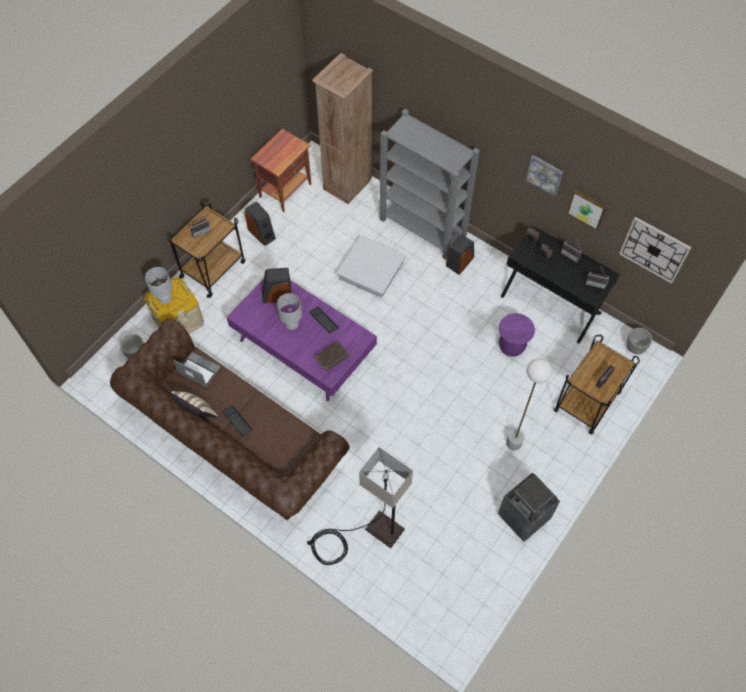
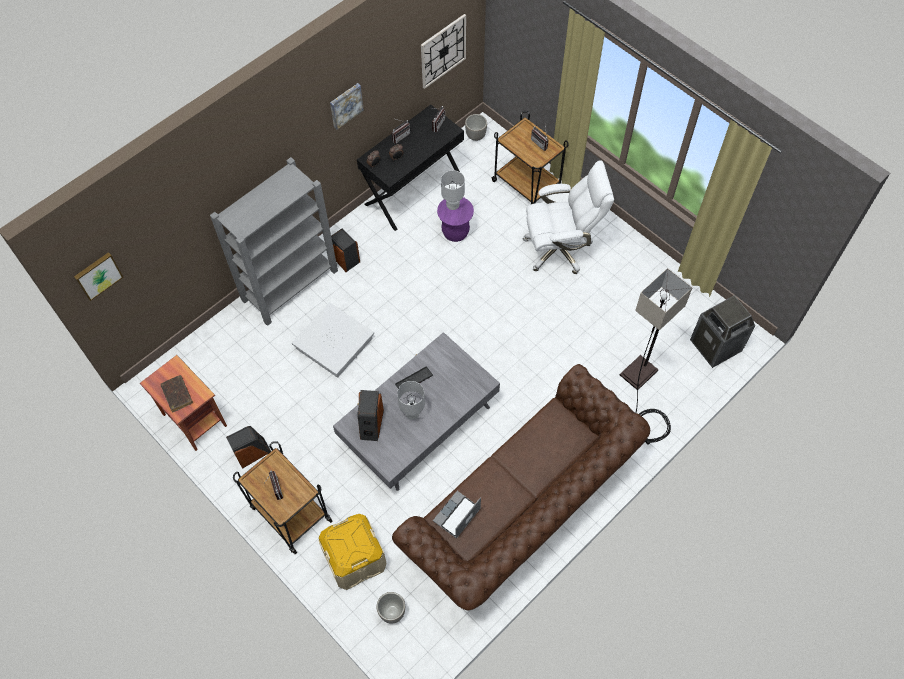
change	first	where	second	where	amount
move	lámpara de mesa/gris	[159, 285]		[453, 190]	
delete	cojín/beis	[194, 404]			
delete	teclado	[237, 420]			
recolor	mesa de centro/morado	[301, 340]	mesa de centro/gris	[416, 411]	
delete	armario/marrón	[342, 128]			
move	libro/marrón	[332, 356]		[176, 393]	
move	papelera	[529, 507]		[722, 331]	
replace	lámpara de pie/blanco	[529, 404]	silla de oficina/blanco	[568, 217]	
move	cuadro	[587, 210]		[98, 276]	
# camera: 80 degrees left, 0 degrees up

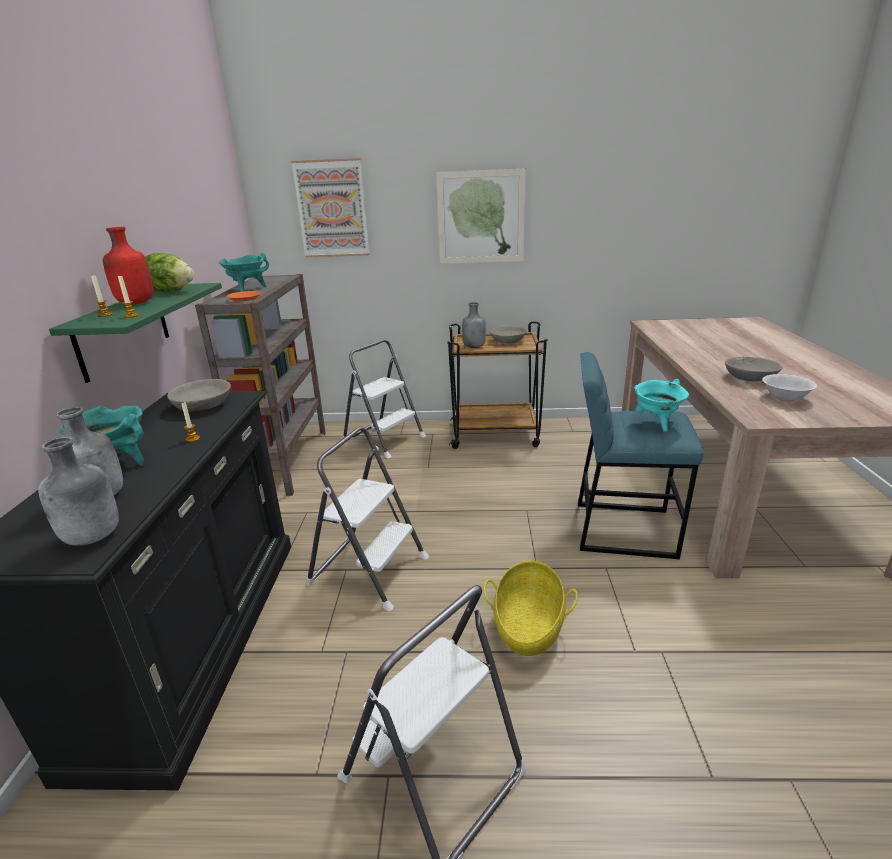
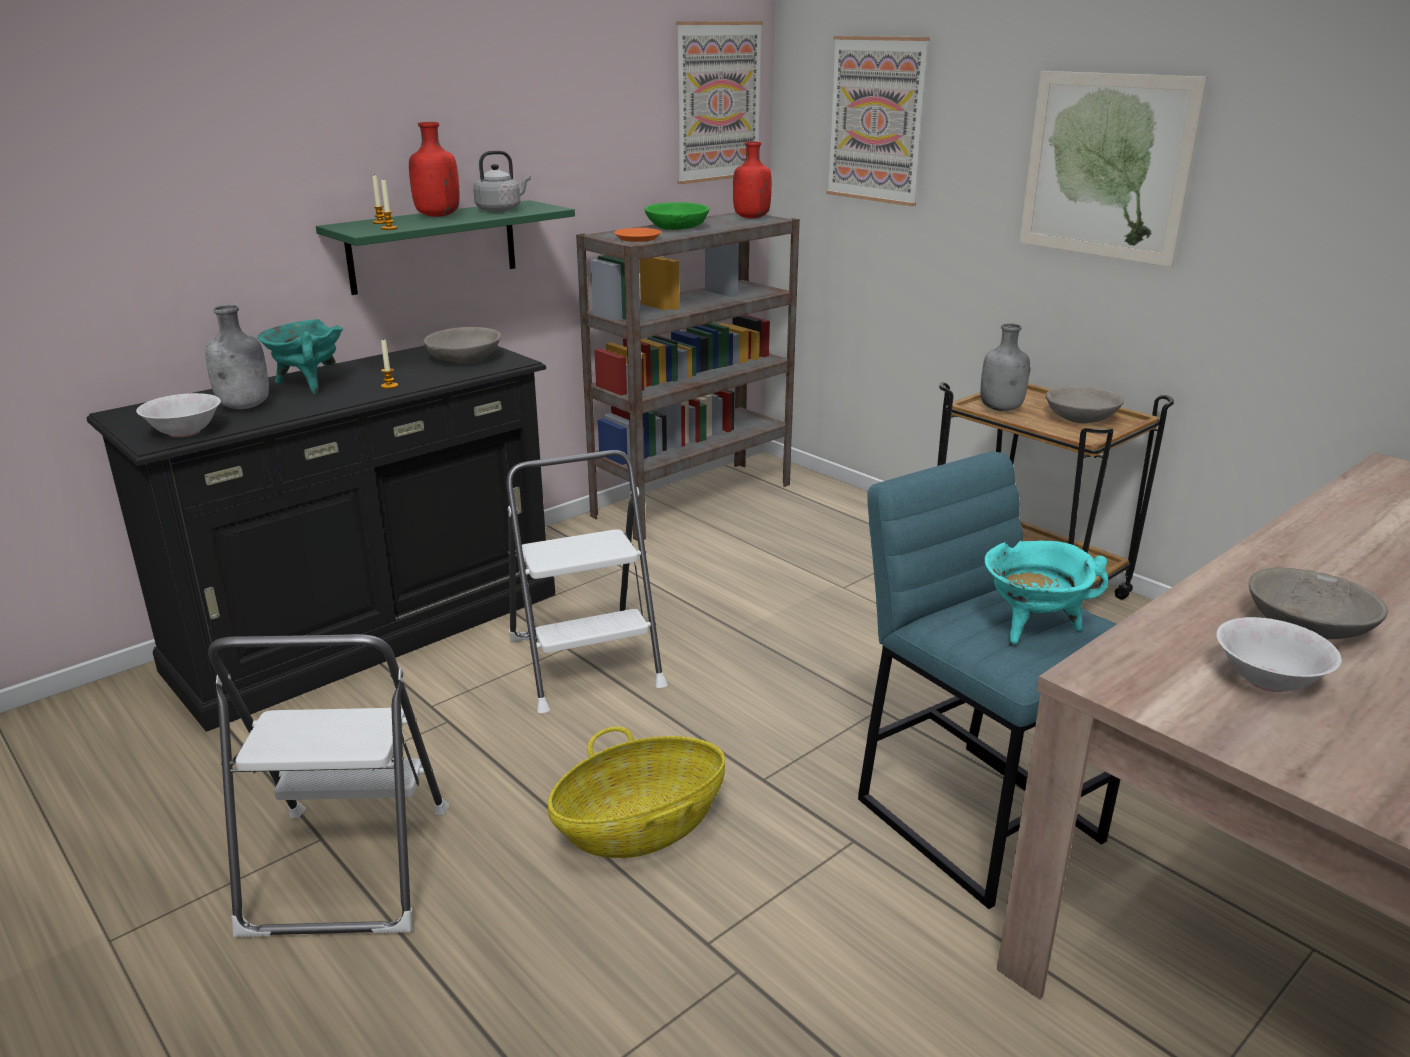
change	first	where	second	where	amount
replace	botella/gris	[78, 491]	cuenco/blanco	[178, 415]	
replace	lechuga	[169, 272]	hervidor/gris	[502, 181]	
replace	olla/turquesa	[244, 272]	cuenco/verde	[677, 216]	
delete	escalera de tijera/blanco	[384, 398]			
insert			cuadro	[719, 102]	
insert			botella/rojo	[752, 180]	
# camera: 45 degrees right, 0 degrees up

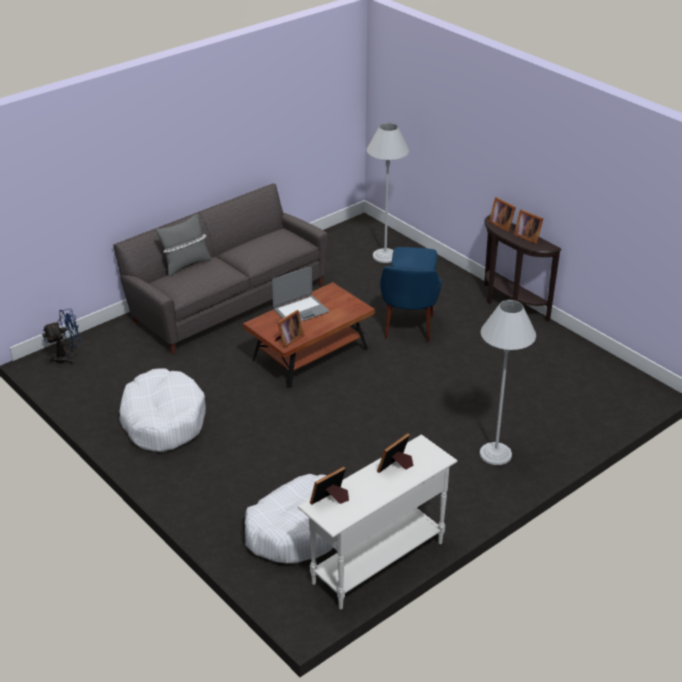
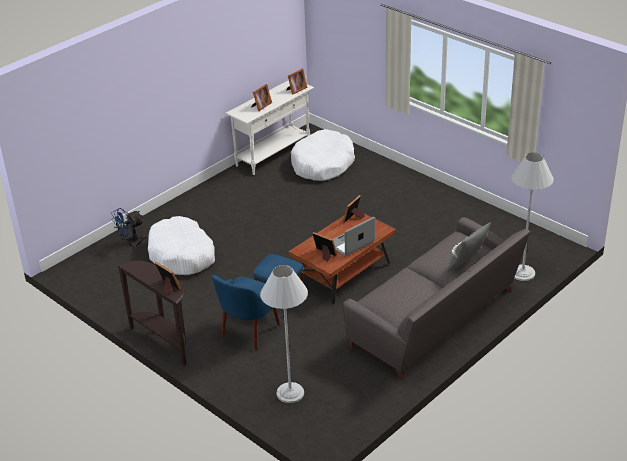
change	first	where	second	where	amount
move	ventilador/azul	[62, 336]		[129, 229]	
move	cama para perro/blanco	[162, 410]		[181, 245]	
rotate	sillón/azul	[411, 294]		[257, 302]	150 degrees counterclockwise
move	lámpara de pie/blanco	[508, 382]		[532, 217]	
move	portarretratos	[528, 227]		[324, 247]	
# camera: 175 degrees right, 0 degrees up

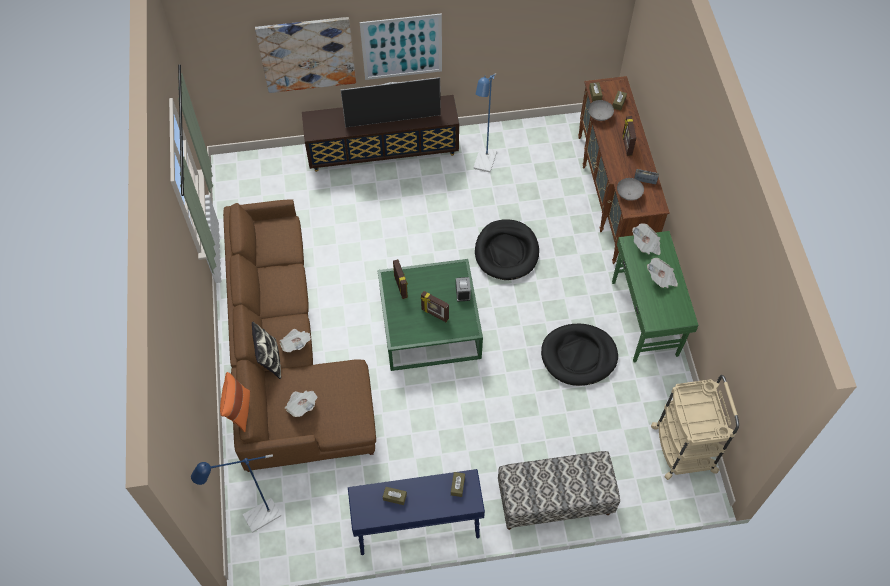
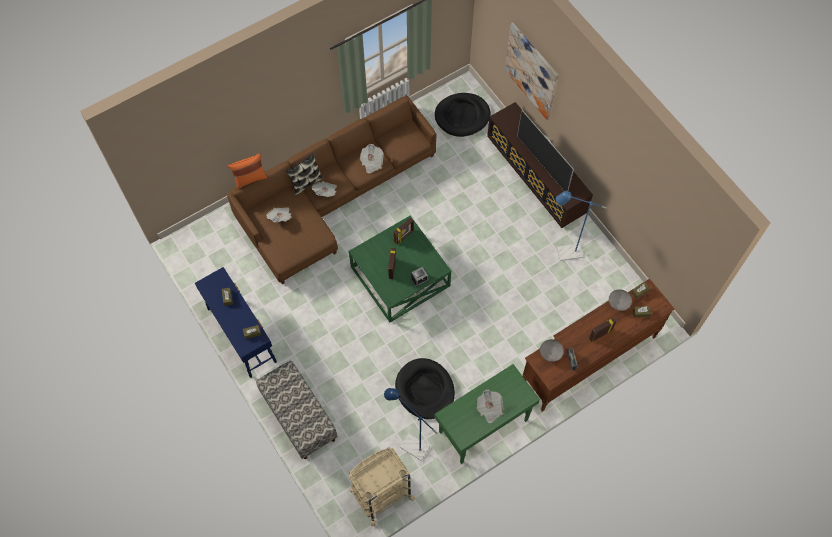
change	first	where	second	where	amount
move	lámpara de pie/azul	[236, 493]		[411, 424]	
delete	cuadro	[401, 46]			
move	cama para perro/negro	[507, 249]		[463, 115]	
move	periódico	[646, 239]		[372, 158]	
# camera: 65 degrees right, 5 degrees up

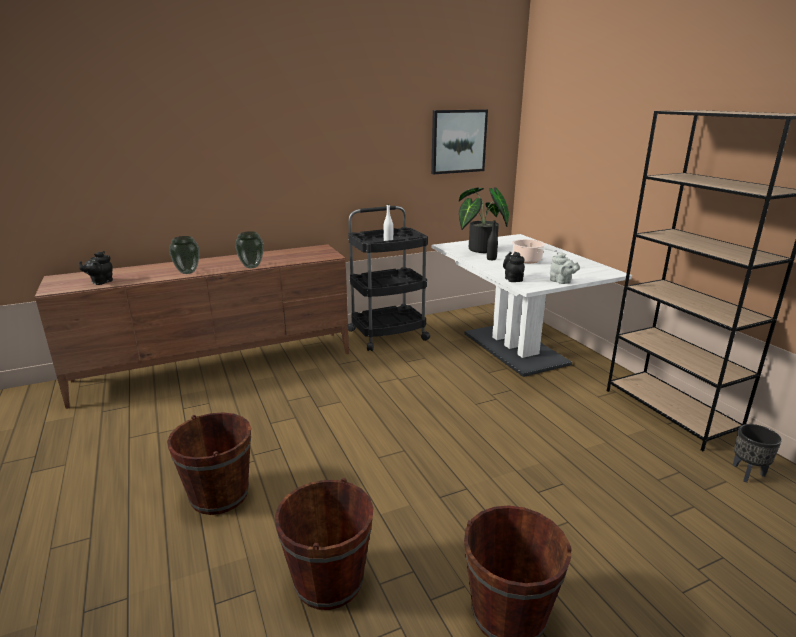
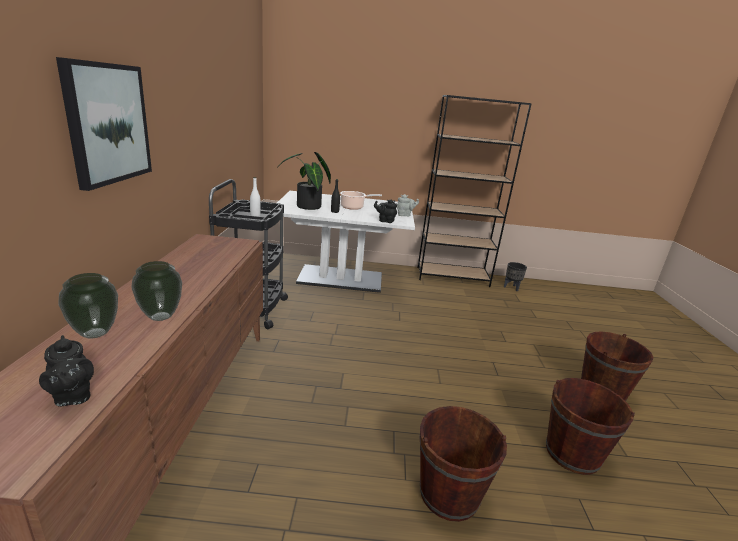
change	first	where	second	where	amount
move	florero	[249, 249]		[88, 305]	
move	cuadro	[459, 141]		[104, 124]	
# camera: 65 degrees left, 0 degrees up

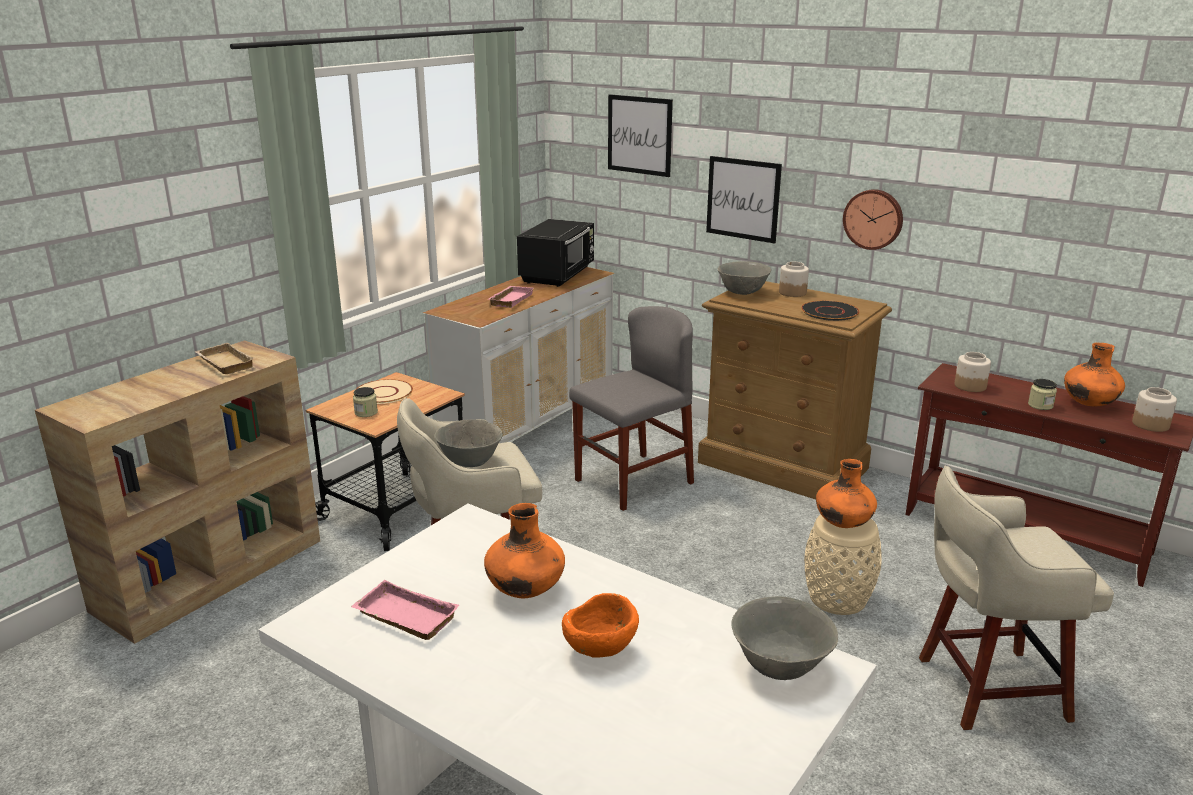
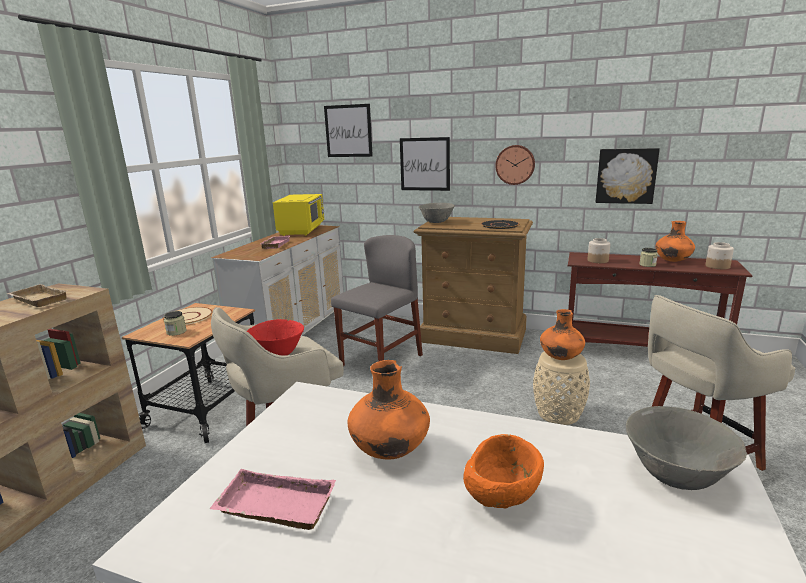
change	first	where	second	where	amount
recolor	cuenco/gris	[468, 443]	cuenco/rojo	[275, 337]	
recolor	microondas/negro	[555, 253]	microondas/amarillo	[298, 215]	
delete	tarro	[794, 279]			
insert			cuadro	[627, 176]	
# camera: 15 degrees left, 5 degrees down

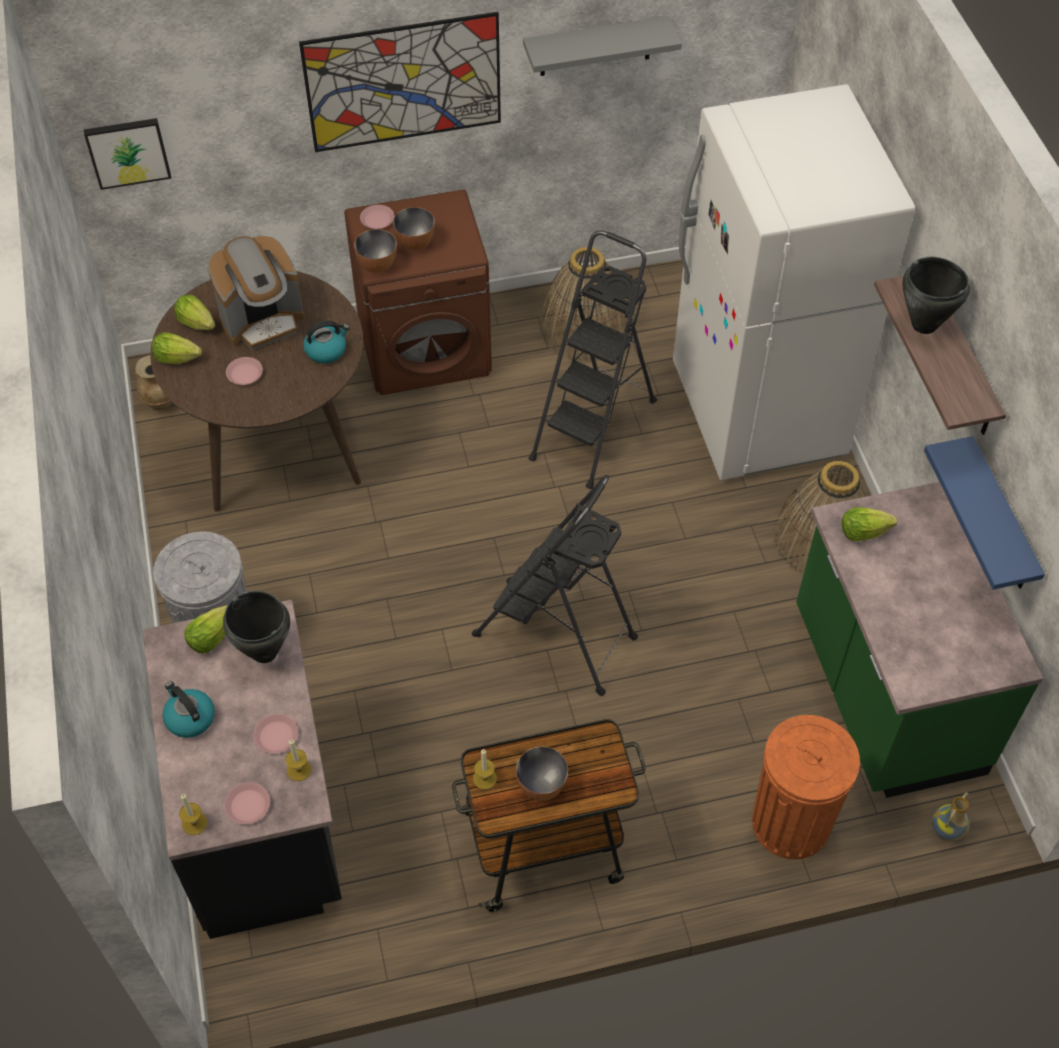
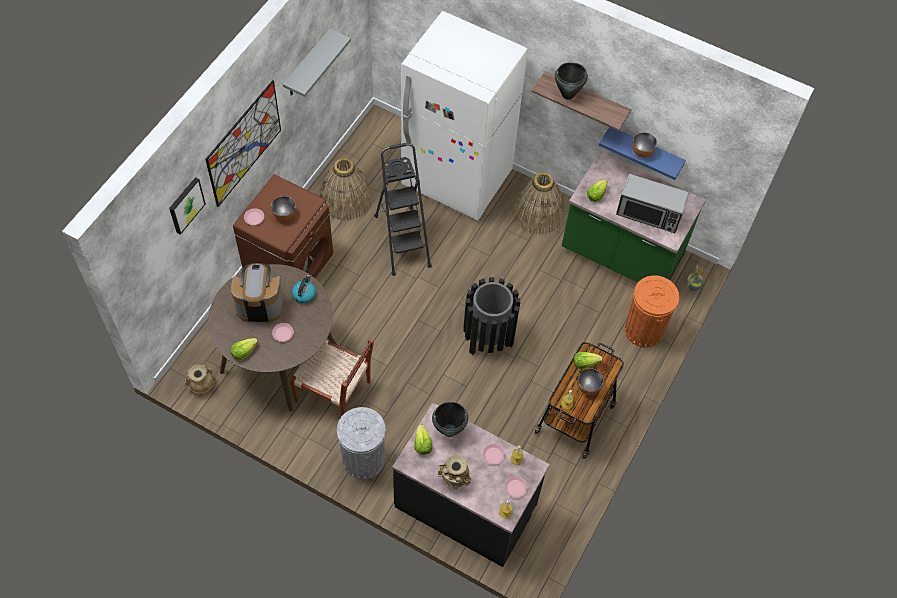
change	first	where	second	where	amount
move	cuadro	[127, 154]		[187, 206]	
replace	hervidor	[188, 709]	florero/beis	[454, 472]	
move	lechuga	[194, 312]		[588, 361]	
rotate	cafetera	[256, 293]		[257, 292]	105 degrees counterclockwise
move	cuenco	[375, 251]		[644, 145]	
replace	escalera de tijera	[555, 585]	papelera/negro	[491, 316]	
insert			silla	[332, 377]	
insert			microondas	[652, 204]	
# camera: 50 degrees left, 5 degrees up

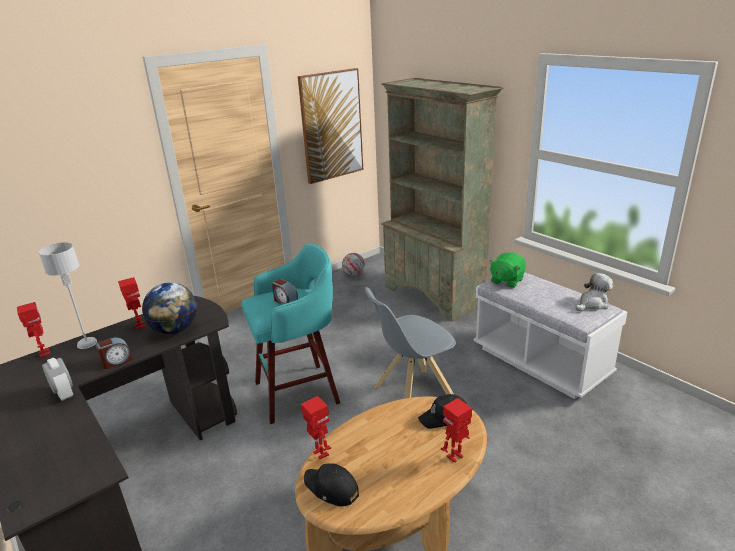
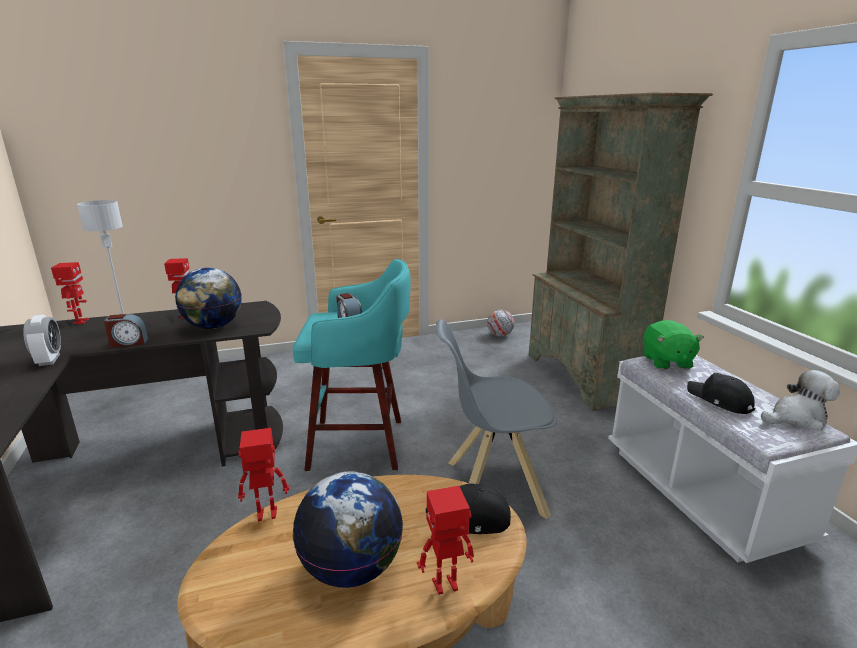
change	first	where	second	where	amount
delete	cuadro	[330, 126]			
rotate	robot de juguete	[316, 428]		[263, 474]	90 degrees counterclockwise
move	gorra/negro	[331, 485]		[721, 393]	
rotate	peluche/verde	[507, 270]		[673, 345]	60 degrees counterclockwise
insert			globo terráqueo	[348, 530]	
# camera: 20 degrees right, 5 degrees down

